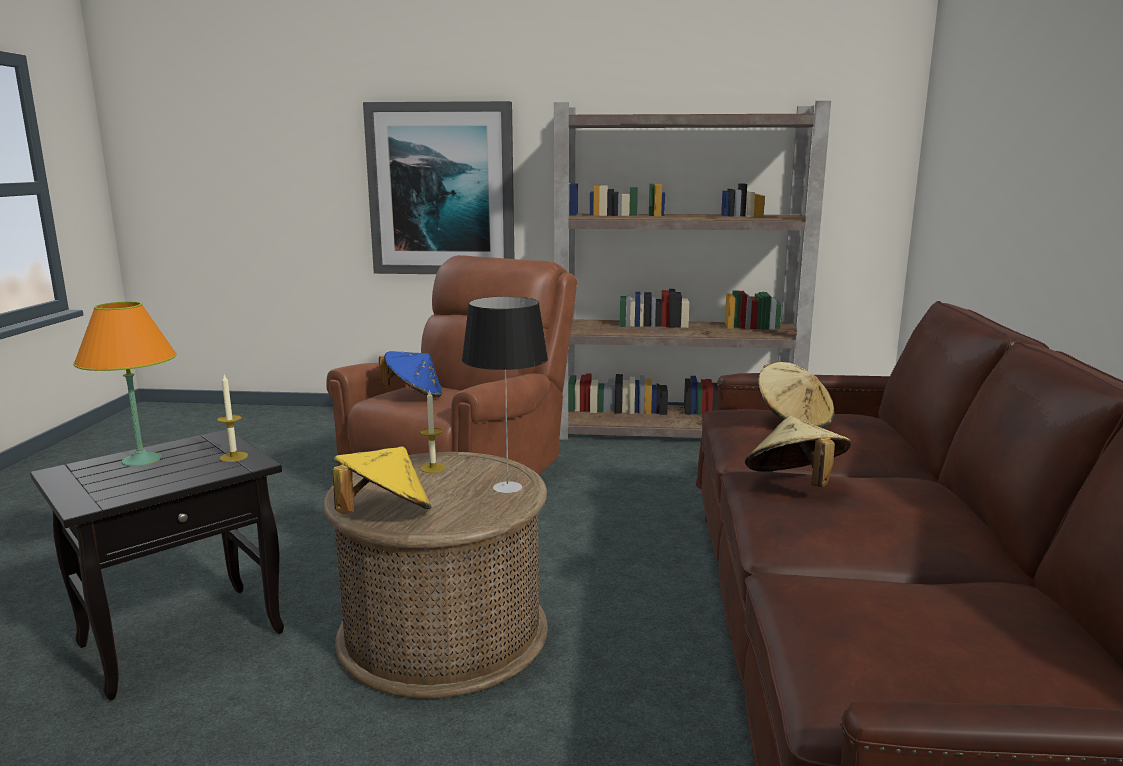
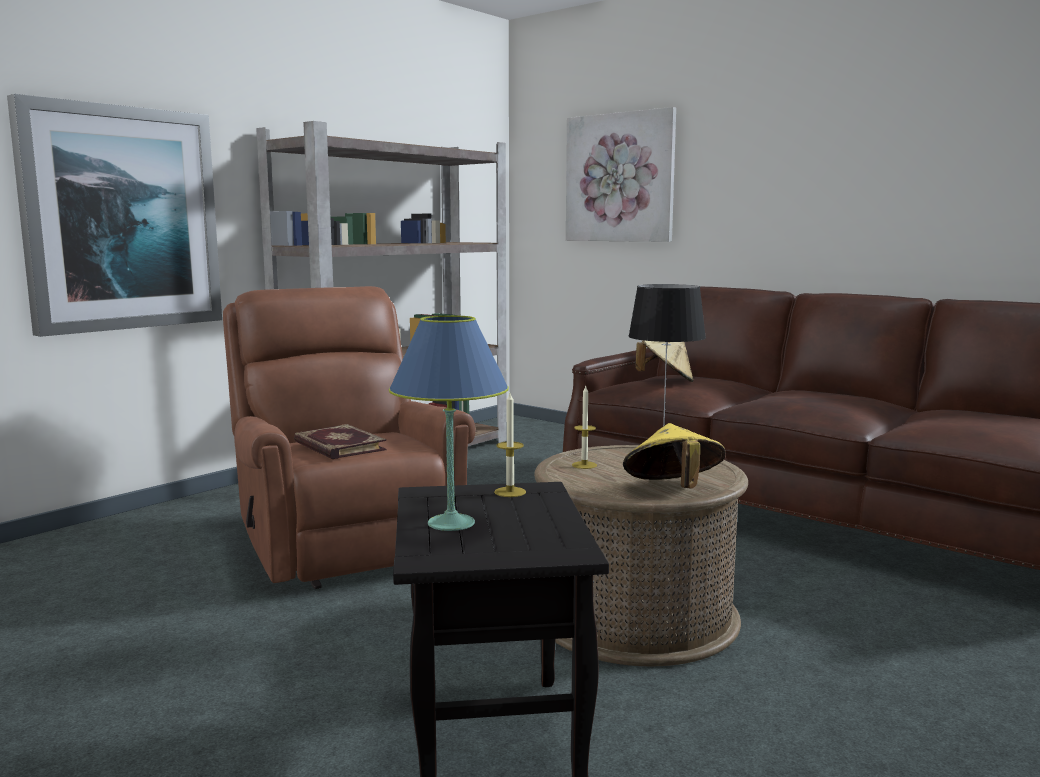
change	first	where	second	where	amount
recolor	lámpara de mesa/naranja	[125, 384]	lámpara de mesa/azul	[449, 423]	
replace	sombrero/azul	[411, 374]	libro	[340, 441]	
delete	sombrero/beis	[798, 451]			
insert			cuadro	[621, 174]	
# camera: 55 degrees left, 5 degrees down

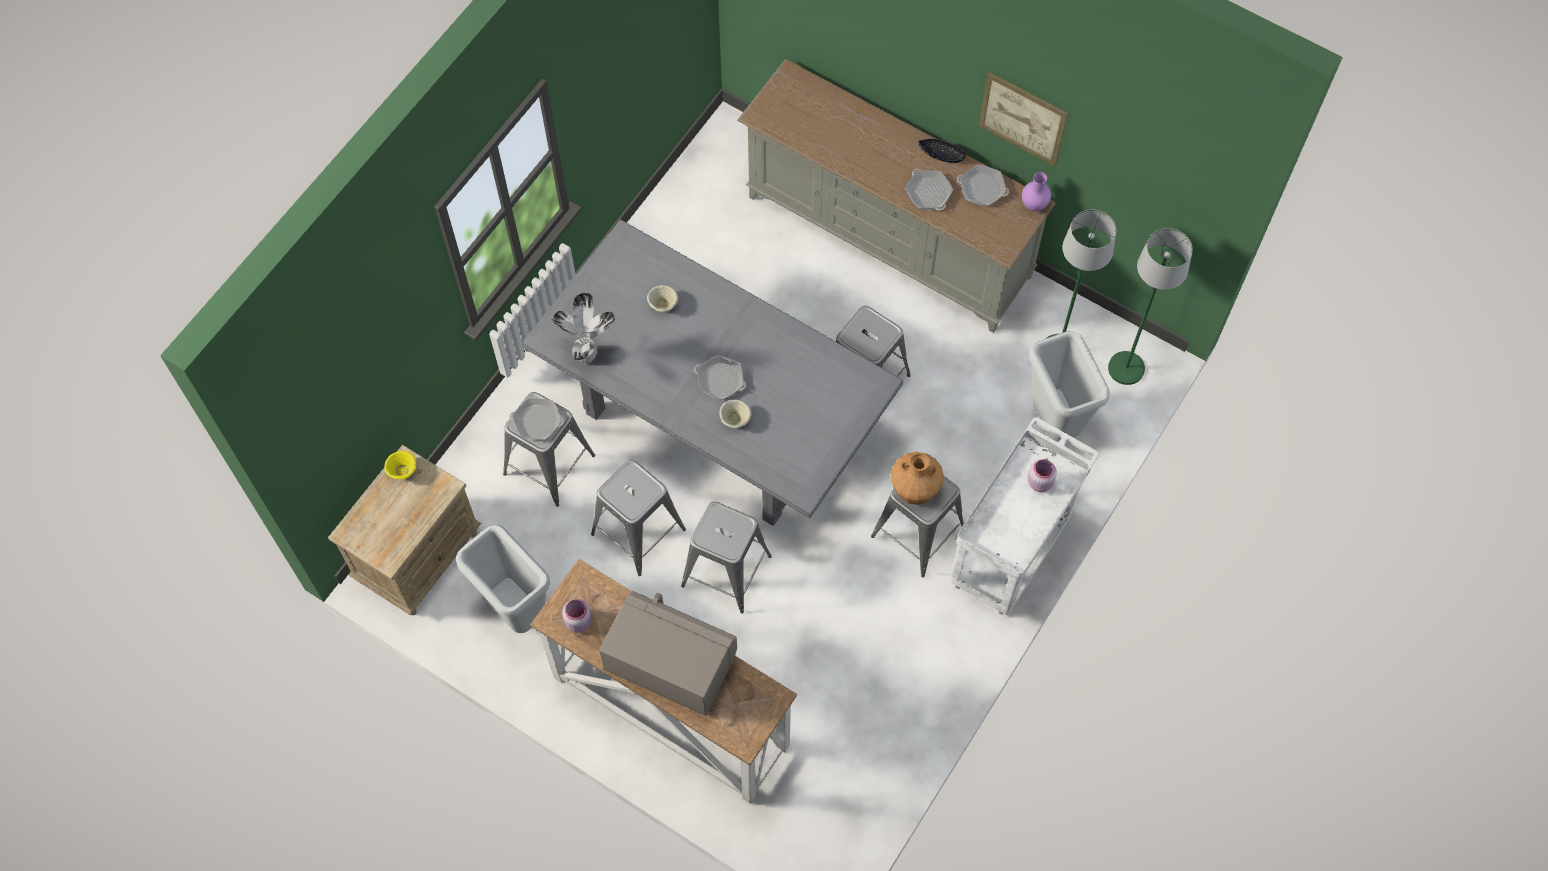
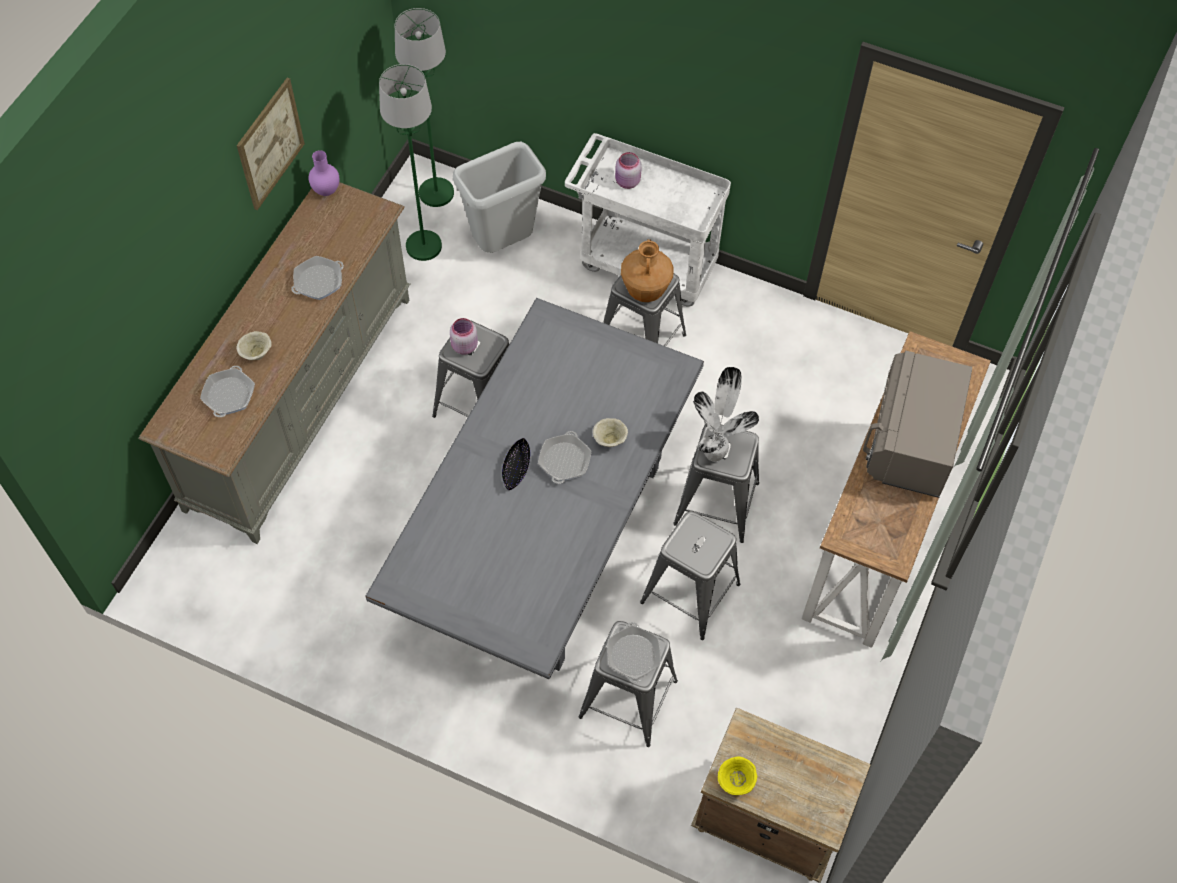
change	first	where	second	where	amount
delete	papelera/gris	[503, 579]			
move	planta en maceta	[583, 328]		[726, 414]	
move	tarro/rosa	[577, 616]		[464, 336]	
move	cuenco/beis	[662, 298]		[254, 345]	
move	cuenco/negro	[942, 151]		[516, 464]	
move	sartén	[983, 185]		[227, 391]	
# camera: 100 degrees left, 5 degrees down

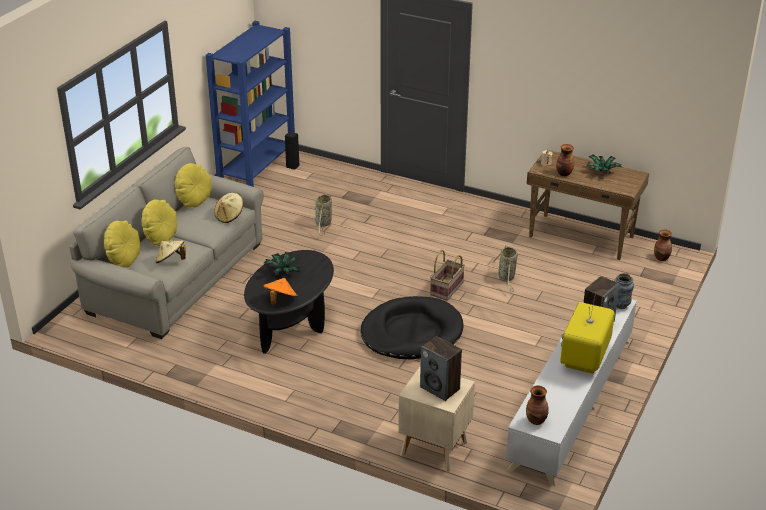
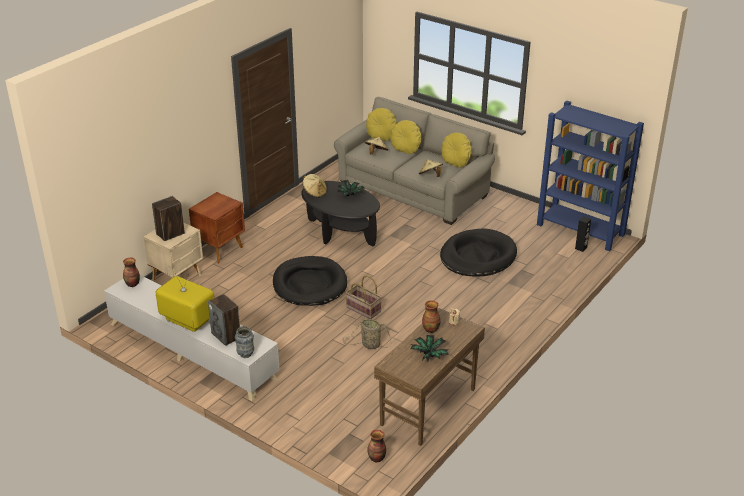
change	first	where	second	where	amount
recolor	sombrero/naranja	[280, 291]	sombrero/beis	[315, 186]	
replace	cesta	[323, 214]	cama para perro/negro	[478, 252]	
insert			mesita de noche/marrón	[217, 227]	
# camera: 100 degrees right, 0 degrees up

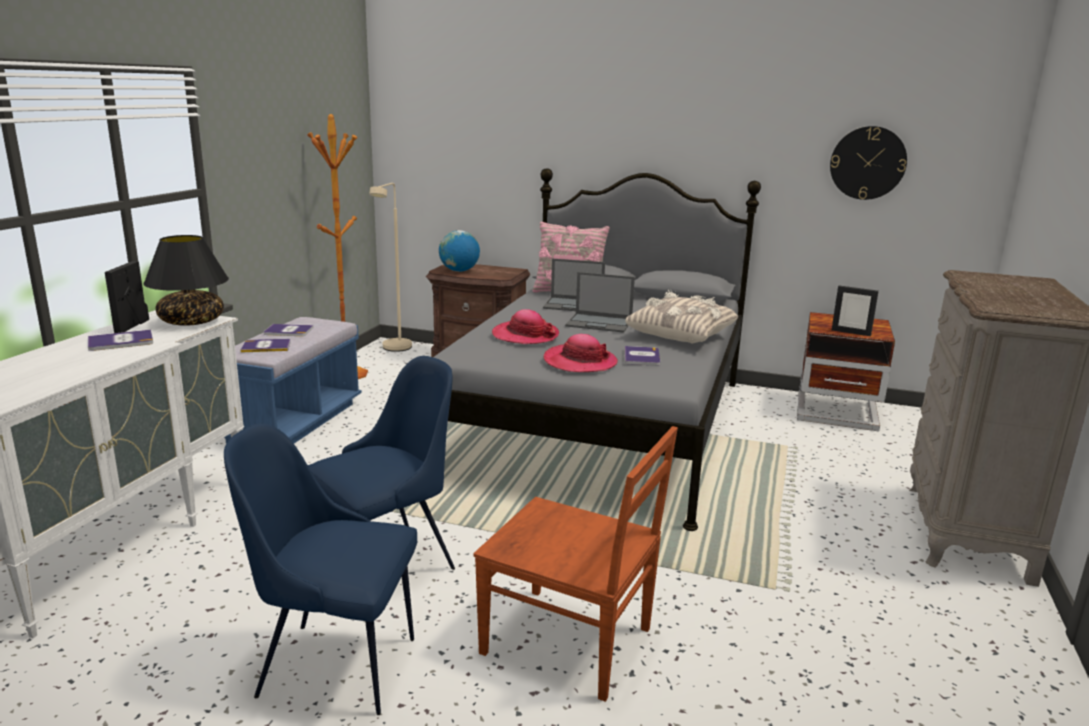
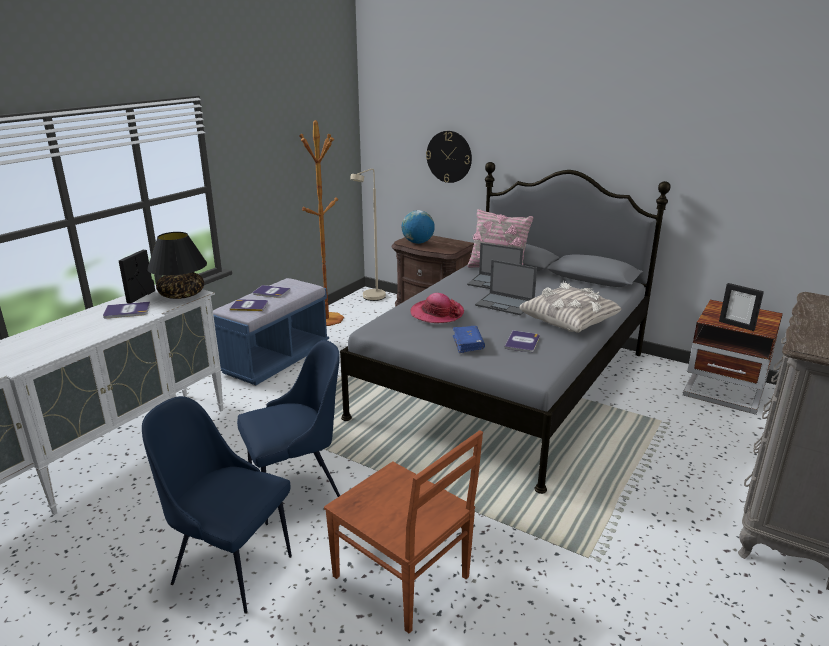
change	first	where	second	where	amount
replace	sombrero	[581, 353]	libro/azul	[469, 339]	
move	reloj de pared	[868, 163]		[449, 157]	
# camera: 15 degrees right, 5 degrees up

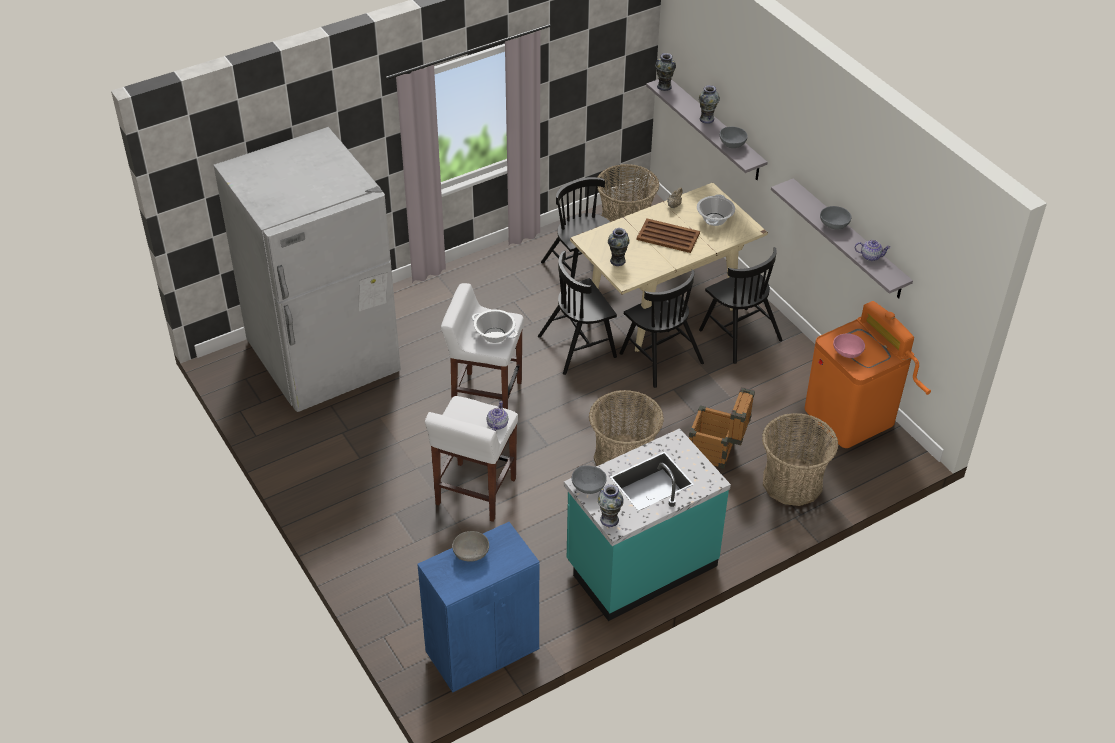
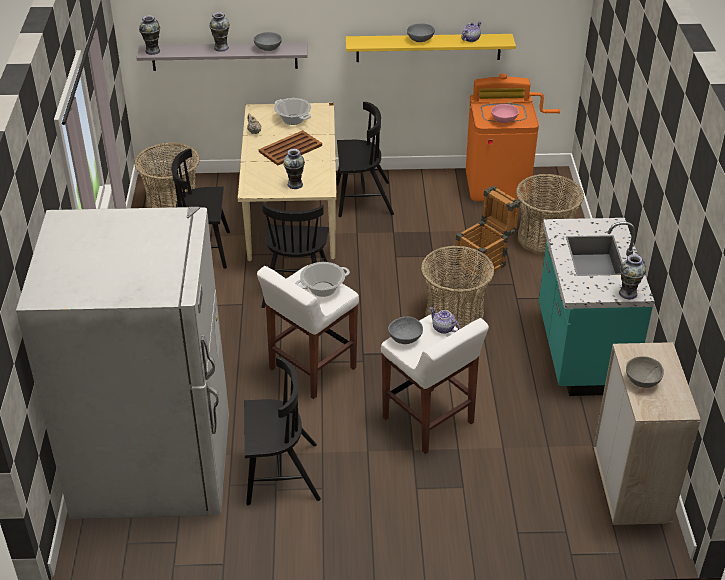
change	first	where	second	where	amount
recolor	armario/azul	[478, 607]	armario/beis	[647, 433]	
move	cuenco/gris	[589, 480]		[405, 330]	
move	silla/negro	[661, 328]		[282, 431]	
recolor	estante/gris	[842, 238]	estante/amarillo	[431, 48]	
# camera: 60 degrees left, 5 degrees down

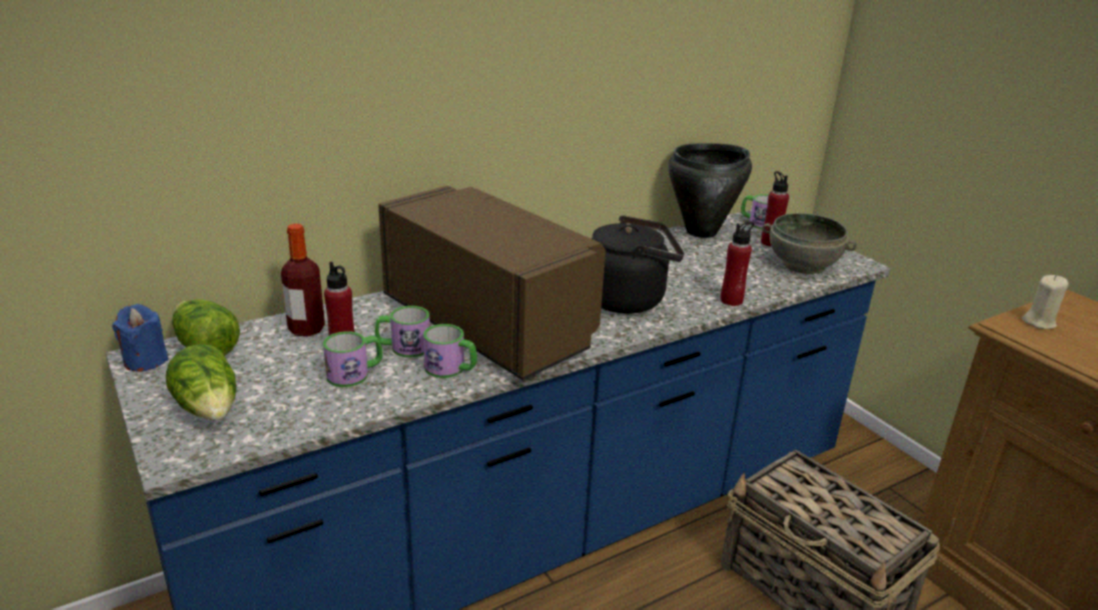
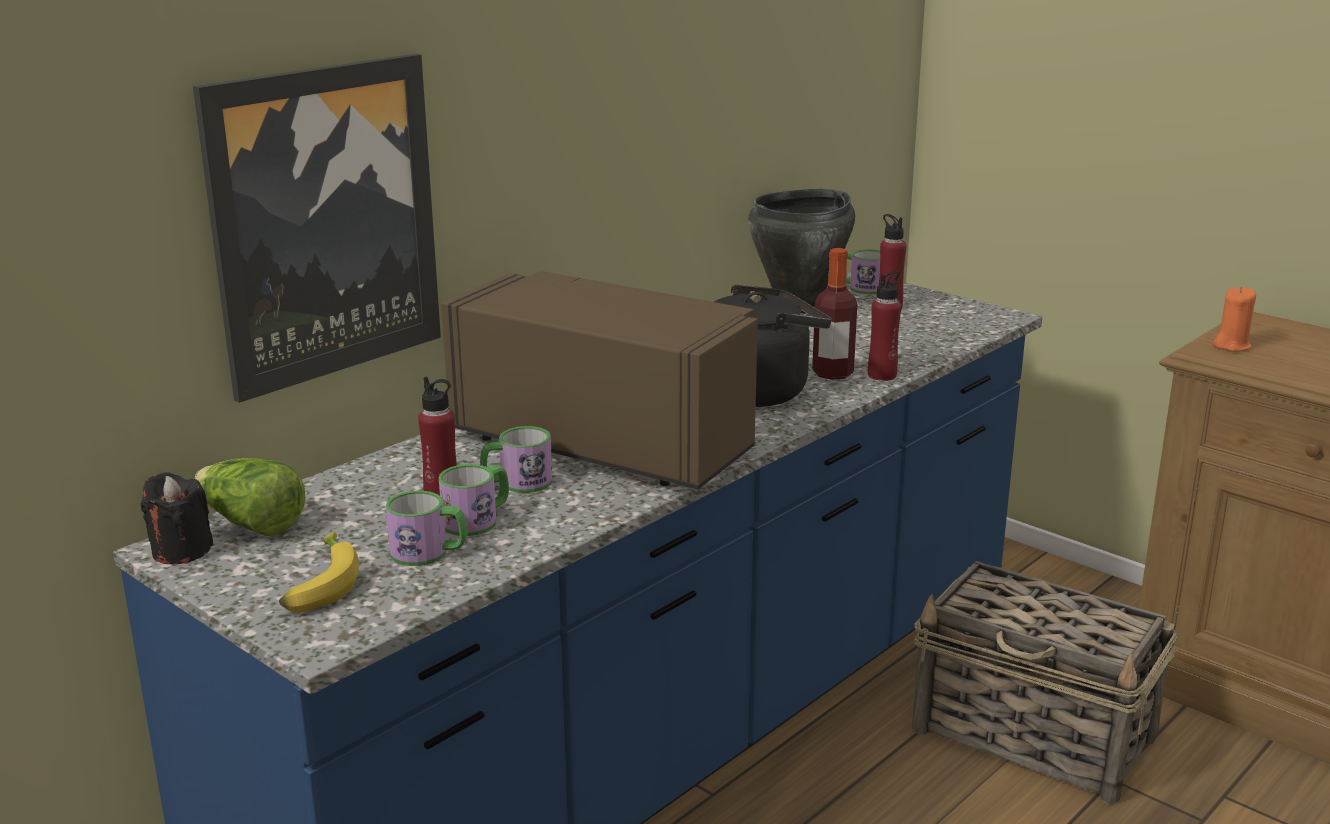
change	first	where	second	where	amount
recolor	vela/azul	[140, 338]	vela/negro	[177, 518]	
replace	lechuga	[201, 382]	plátano	[319, 572]	
move	botella	[303, 280]		[834, 314]	
move	taza grande	[450, 351]		[426, 528]	
delete	cuenco/gris	[809, 243]			
recolor	vela/beis	[1045, 302]	vela/naranja	[1234, 319]	
insert			cuadro	[317, 228]	
# camera: 15 degrees left, 5 degrees down

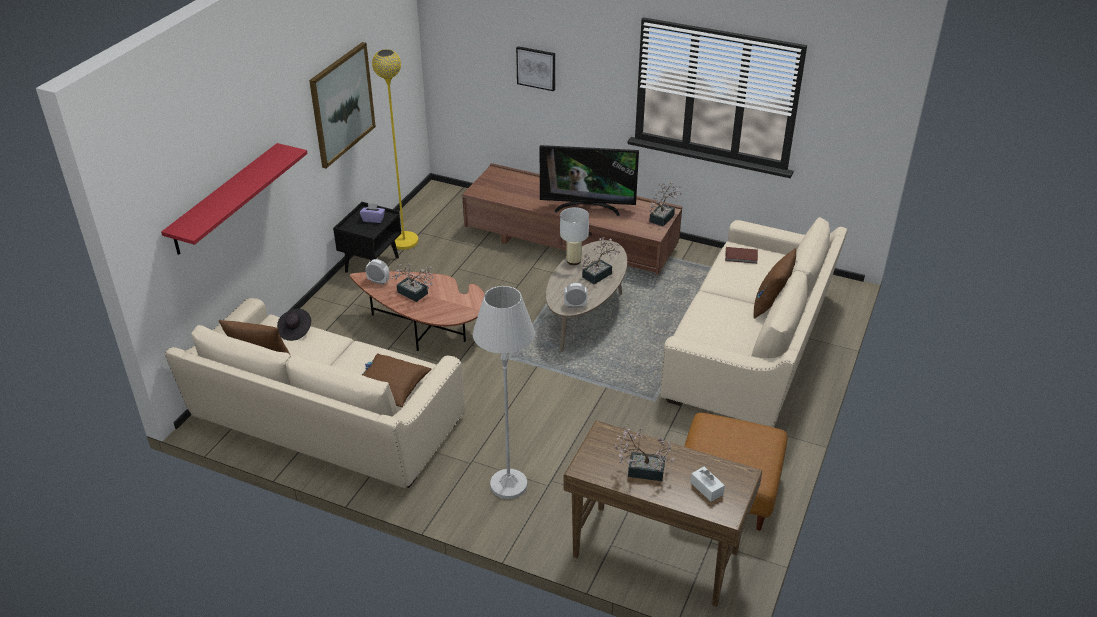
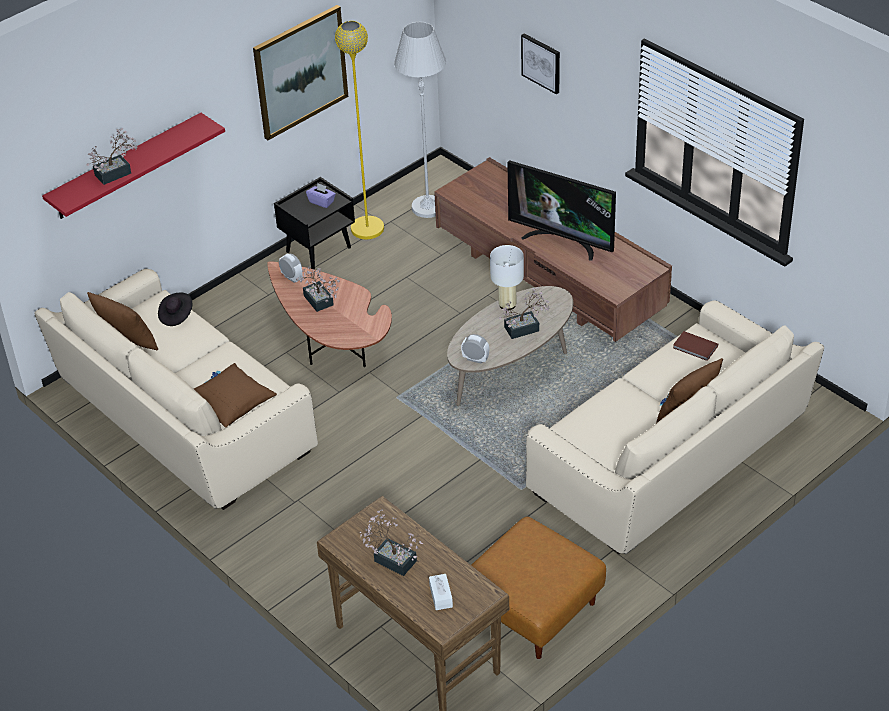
change	first	where	second	where	amount
move	lámpara de pie/blanco	[504, 392]		[420, 120]	
move	planta en maceta	[665, 204]		[112, 156]	
# camera: 25 degrees right, 5 degrees up

